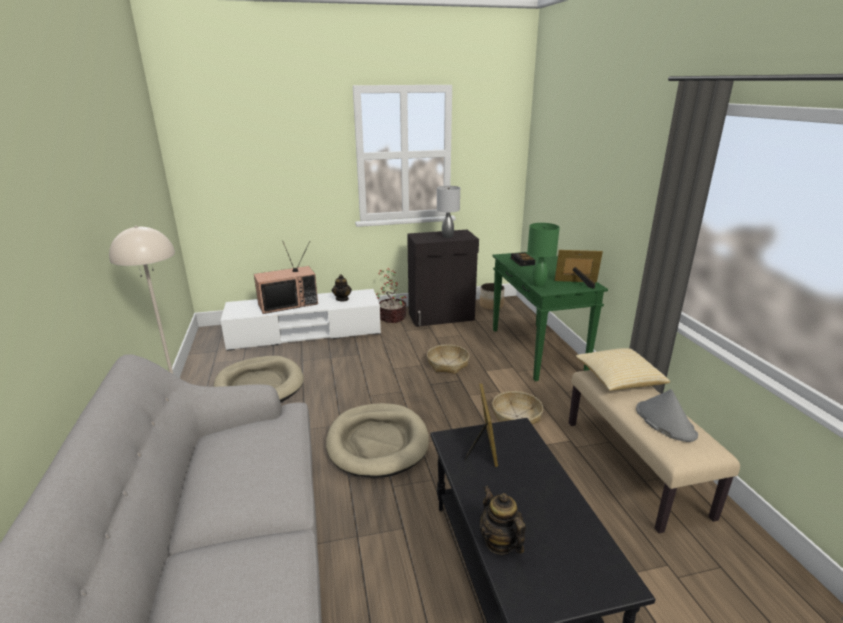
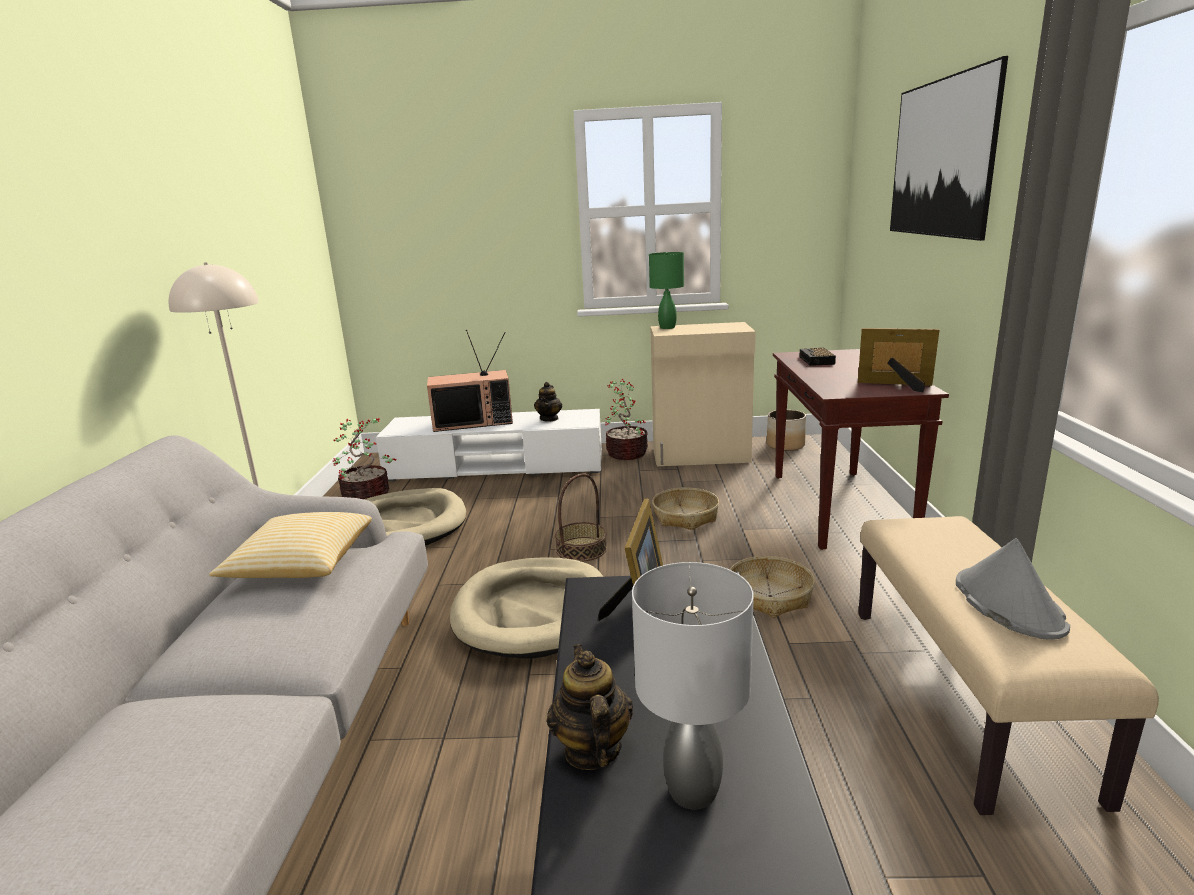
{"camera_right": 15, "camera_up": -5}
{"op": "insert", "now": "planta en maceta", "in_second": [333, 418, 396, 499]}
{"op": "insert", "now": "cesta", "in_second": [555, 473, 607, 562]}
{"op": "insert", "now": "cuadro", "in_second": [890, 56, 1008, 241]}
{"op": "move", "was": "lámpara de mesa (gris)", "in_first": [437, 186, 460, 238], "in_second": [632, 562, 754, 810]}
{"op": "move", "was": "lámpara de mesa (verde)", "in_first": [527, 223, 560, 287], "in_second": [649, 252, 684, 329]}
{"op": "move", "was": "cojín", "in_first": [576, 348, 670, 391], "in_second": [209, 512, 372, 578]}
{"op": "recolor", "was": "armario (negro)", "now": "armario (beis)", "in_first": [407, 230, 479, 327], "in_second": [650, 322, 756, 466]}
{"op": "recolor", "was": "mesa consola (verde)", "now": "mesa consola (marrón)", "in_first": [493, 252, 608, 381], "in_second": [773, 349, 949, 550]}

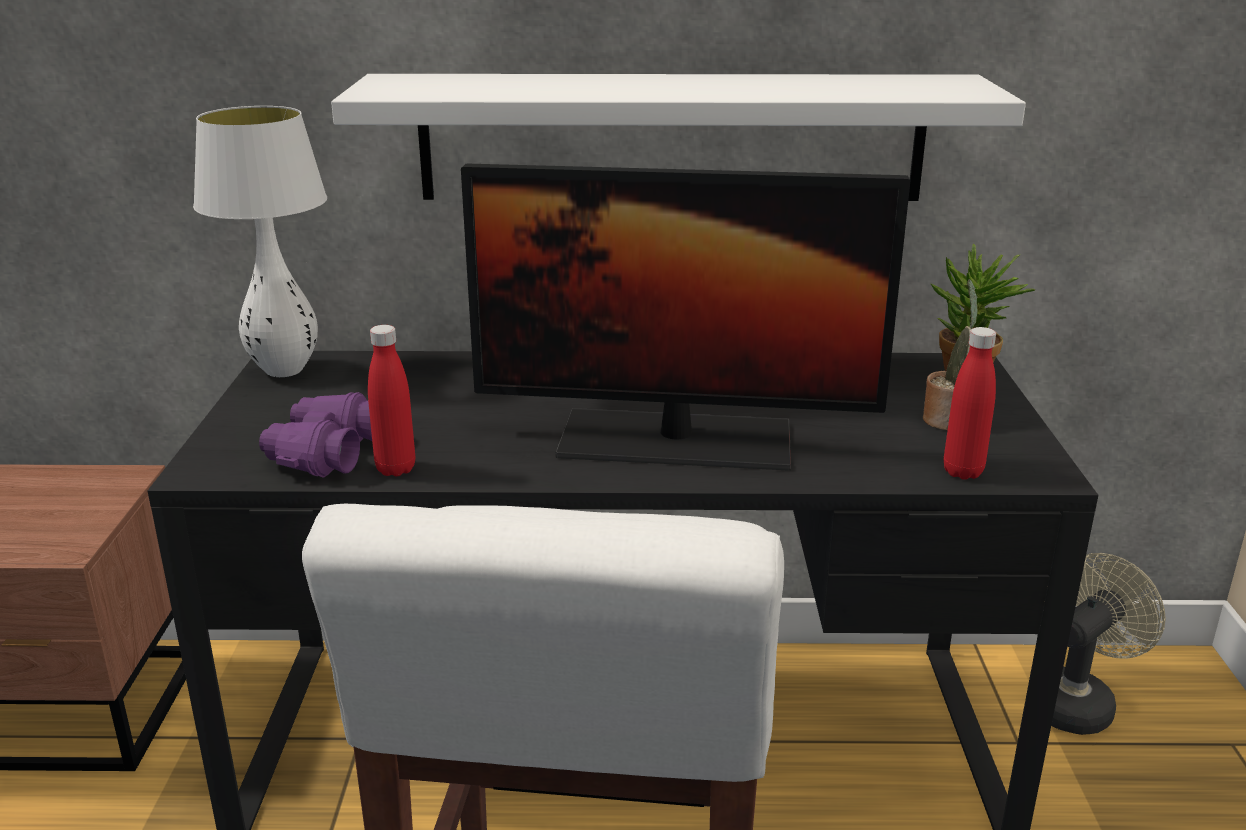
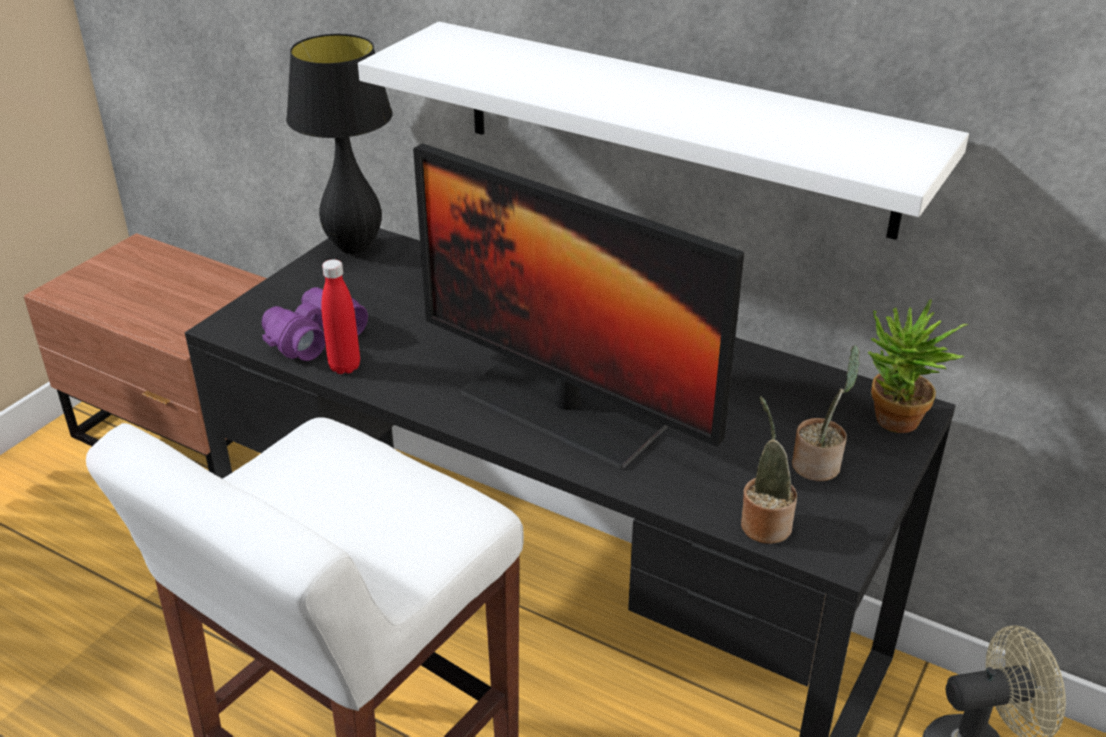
{"camera_right": 30, "camera_up": 10}
{"op": "replace", "was": "botella (rojo)", "now": "planta en maceta", "in_first": [944, 327, 996, 480], "in_second": [741, 396, 797, 544]}
{"op": "recolor", "was": "lámpara de mesa (blanco)", "now": "lámpara de mesa (negro)", "in_first": [193, 106, 327, 377], "in_second": [286, 34, 393, 254]}

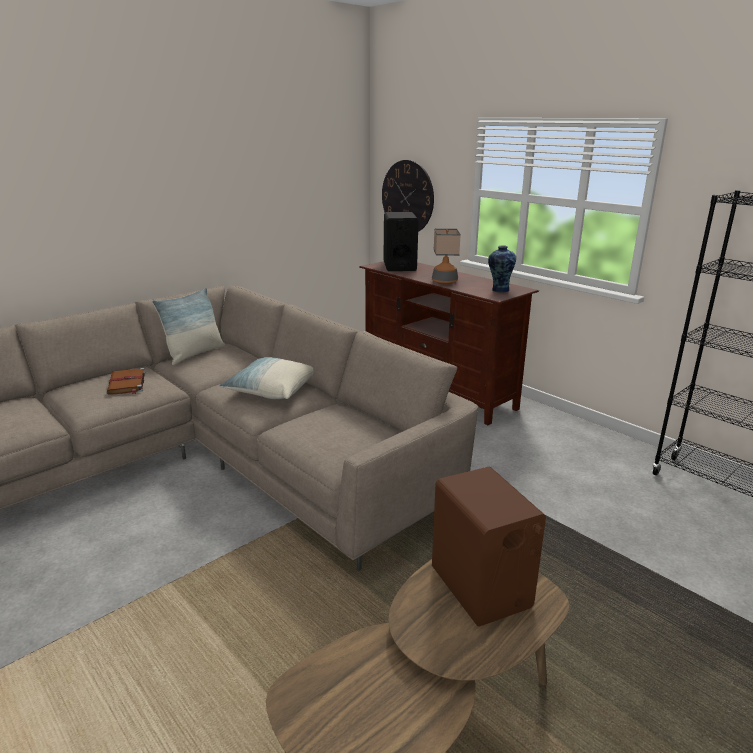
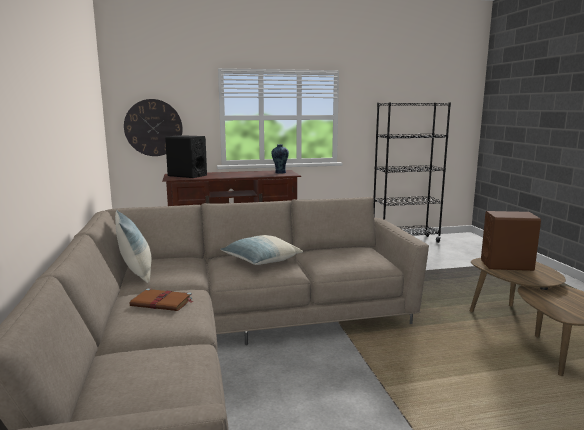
{"camera_right": -60, "camera_up": -10}
{"op": "delete", "was": "lámpara de mesa", "in_first": [432, 229, 461, 284]}

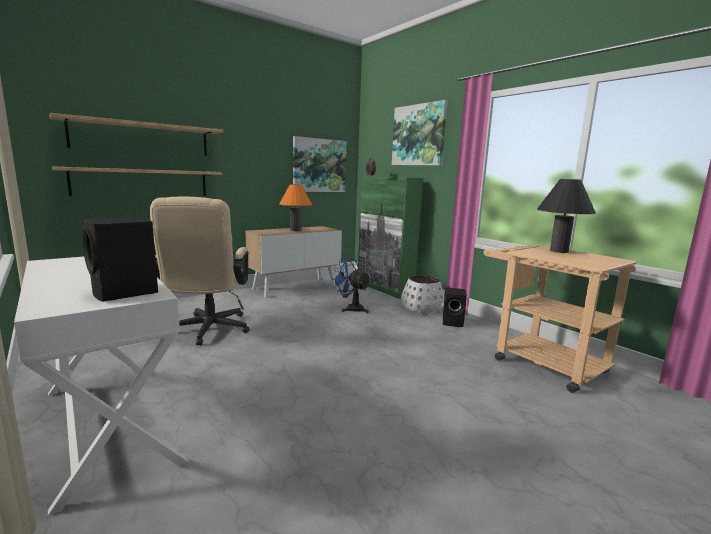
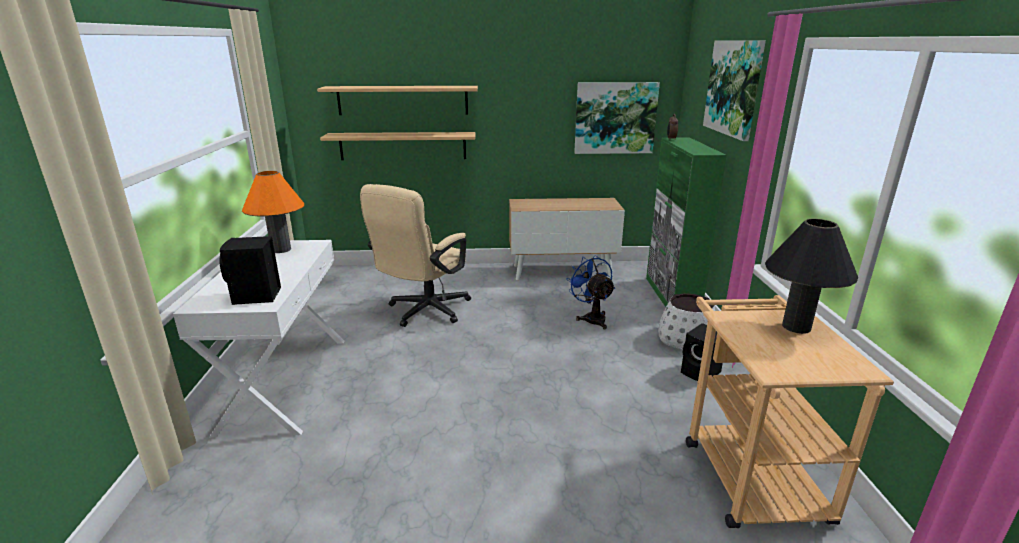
{"camera_right": 35, "camera_up": 10}
{"op": "move", "was": "lámpara de mesa (naranja)", "in_first": [279, 184, 312, 231], "in_second": [242, 171, 304, 253]}

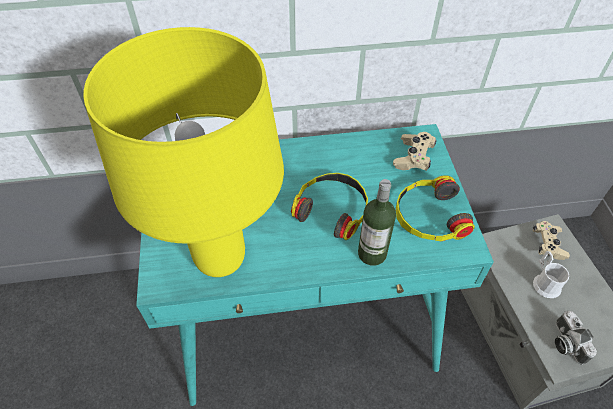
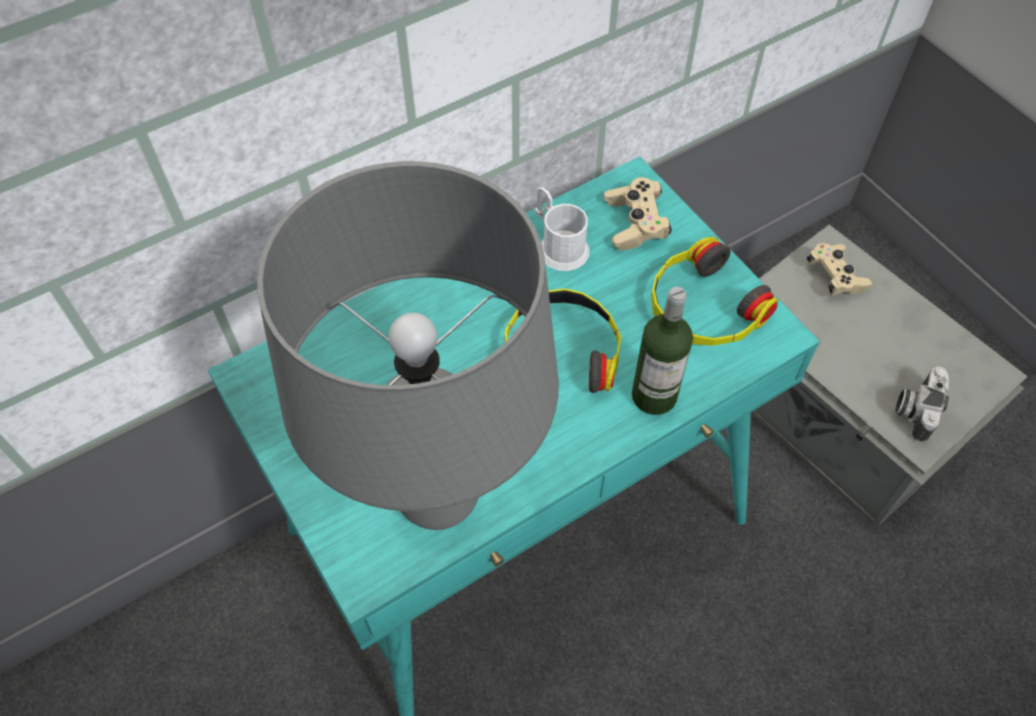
{"camera_right": -25, "camera_up": 5}
{"op": "move", "was": "taza grande (blanco)", "in_first": [533, 251, 569, 298], "in_second": [535, 187, 590, 271]}
{"op": "recolor", "was": "lámpara de mesa (amarillo)", "now": "lámpara de mesa (gris)", "in_first": [83, 27, 284, 277], "in_second": [257, 161, 559, 530]}
{"op": "rotate", "was": "cámara", "in_first": [555, 310, 597, 365], "in_second": [895, 366, 949, 443], "clockwise": 60}

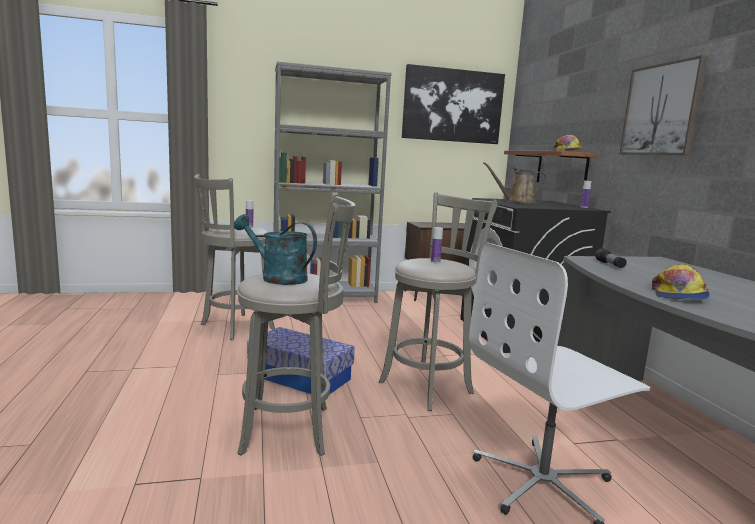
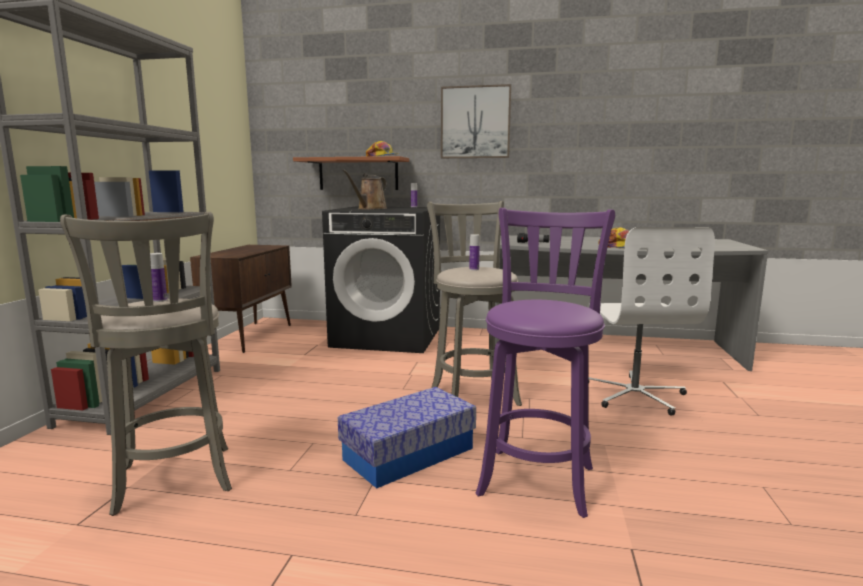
{"camera_right": -65, "camera_up": 0}
{"op": "delete", "was": "regadera (turquesa)", "in_first": [234, 214, 317, 285]}
{"op": "delete", "was": "cuadro", "in_first": [402, 64, 505, 144]}
{"op": "recolor", "was": "taburete (gris)", "now": "taburete (morado)", "in_first": [237, 194, 356, 456], "in_second": [476, 208, 615, 518]}

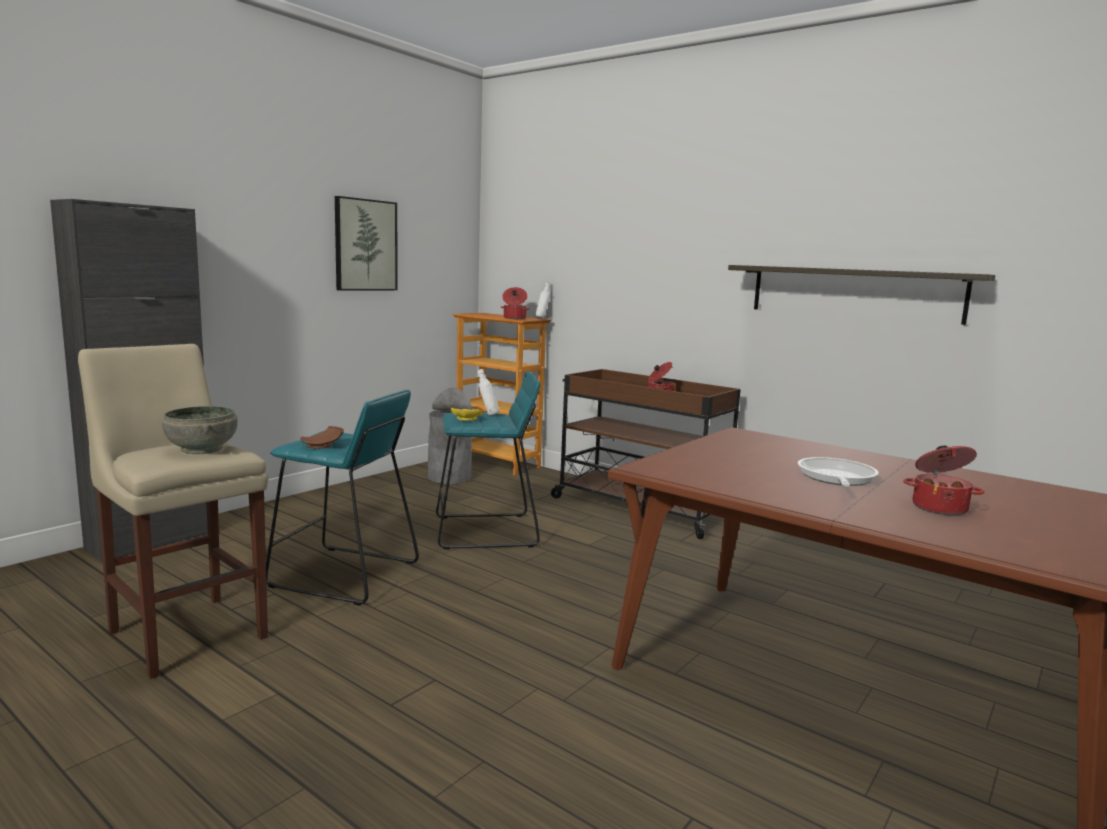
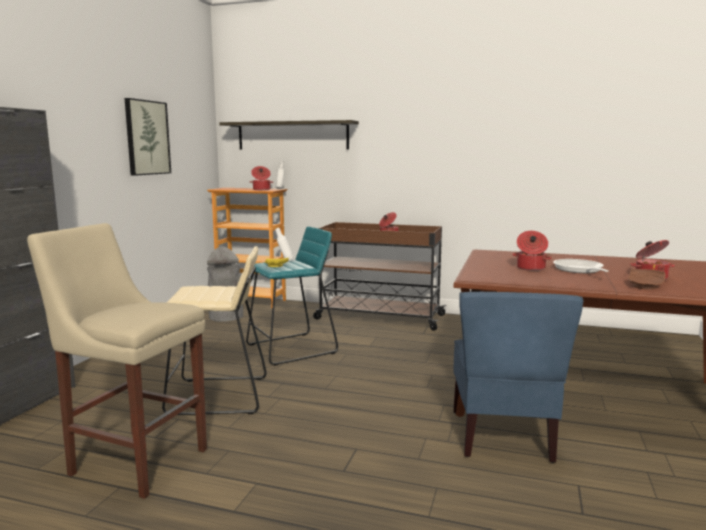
{"camera_right": -20, "camera_up": 0}
{"op": "delete", "was": "cuenco (gris)", "in_first": [162, 406, 238, 454]}
{"op": "insert", "now": "silla (azul)", "in_second": [453, 292, 584, 463]}
{"op": "insert", "now": "olla", "in_second": [512, 231, 552, 271]}
{"op": "move", "was": "plato (marrón)", "in_first": [300, 426, 344, 449], "in_second": [628, 269, 666, 290]}
{"op": "move", "was": "estante", "in_first": [728, 265, 995, 325], "in_second": [219, 120, 359, 149]}
{"op": "recolor", "was": "taburete (turquesa)", "now": "taburete (beis)", "in_first": [266, 390, 419, 606], "in_second": [162, 246, 267, 415]}

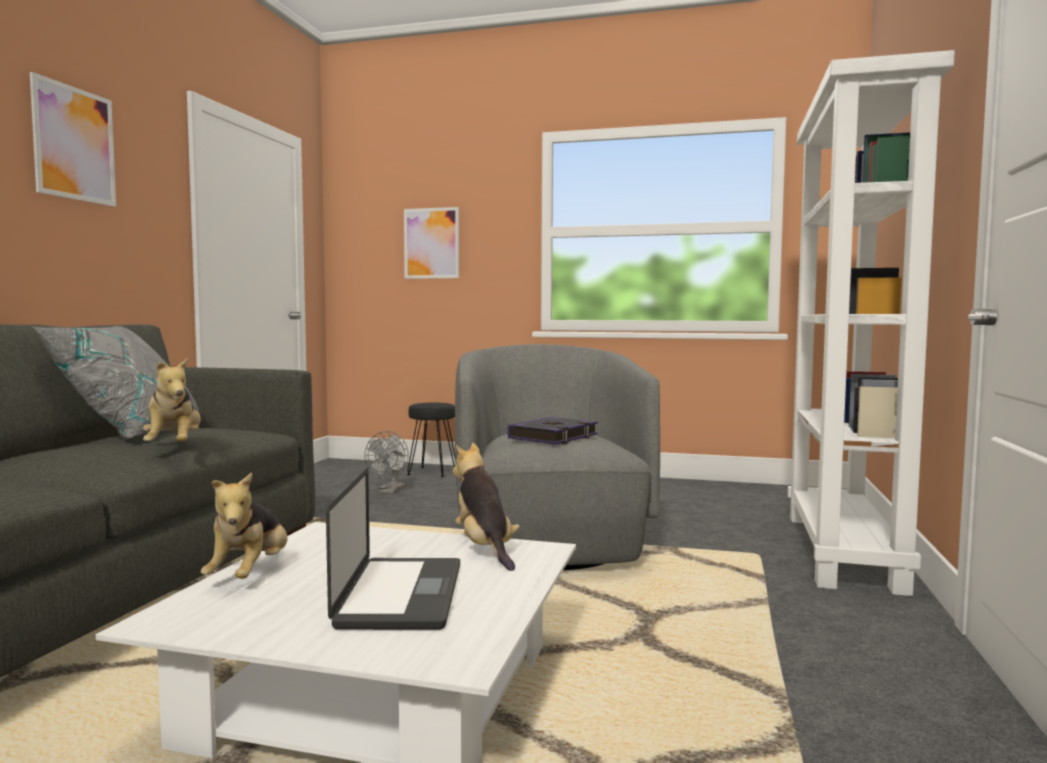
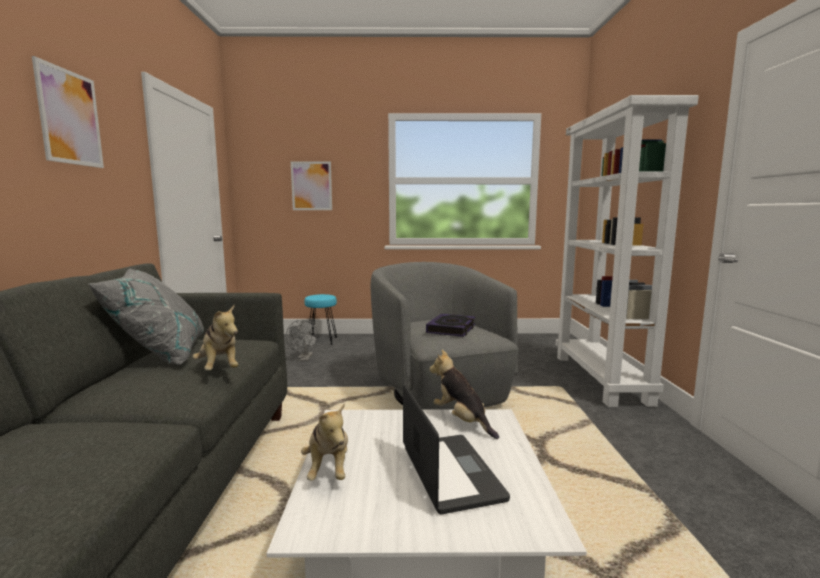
{"camera_right": -15, "camera_up": 5}
{"op": "recolor", "was": "taburete (negro)", "now": "taburete (turquesa)", "in_first": [407, 403, 455, 477], "in_second": [305, 294, 337, 345]}

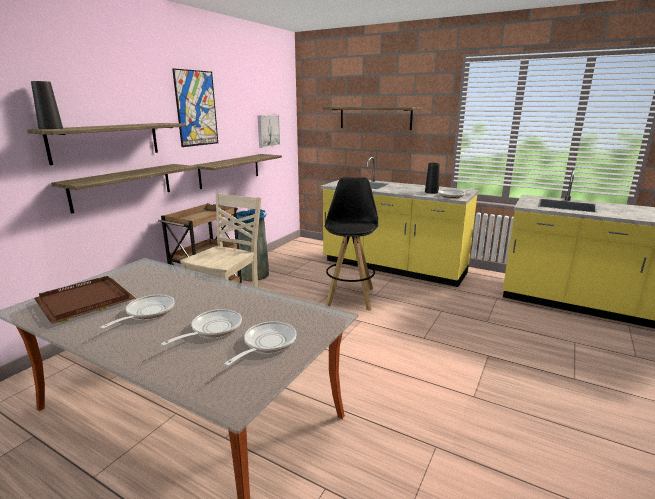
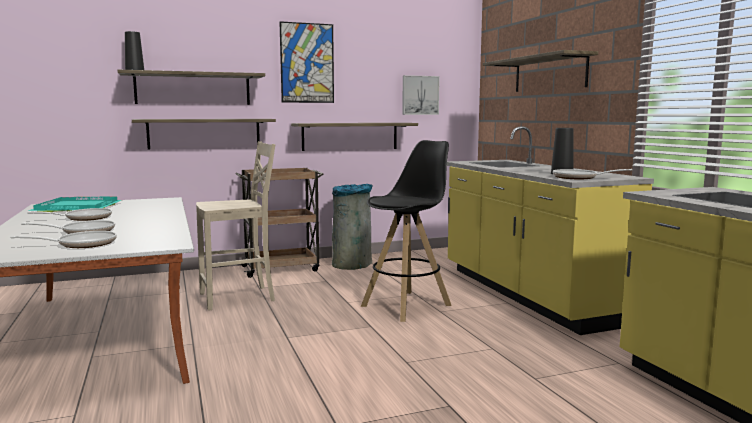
{"camera_right": 40, "camera_up": -10}
{"op": "recolor", "was": "bandeja (marrón)", "now": "bandeja (turquesa)", "in_first": [34, 276, 136, 324], "in_second": [28, 196, 122, 212]}

